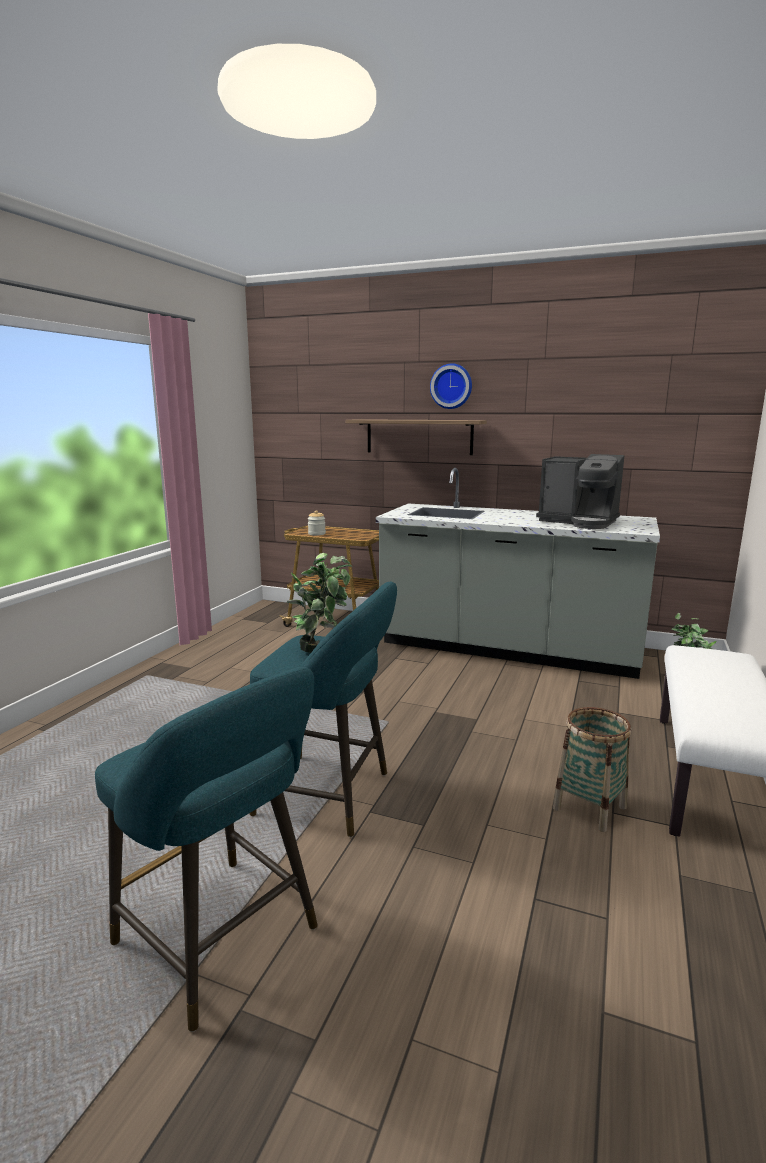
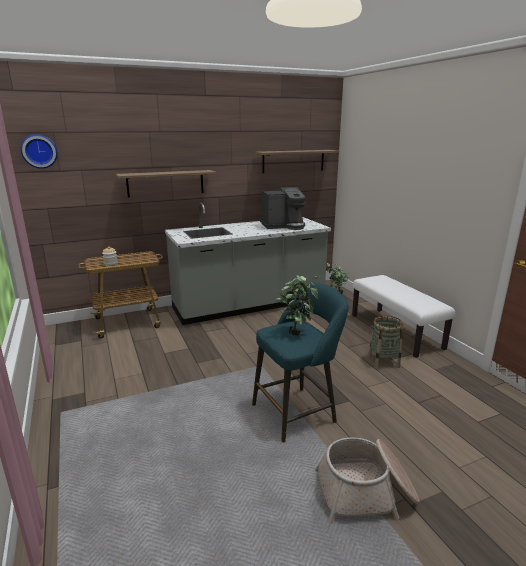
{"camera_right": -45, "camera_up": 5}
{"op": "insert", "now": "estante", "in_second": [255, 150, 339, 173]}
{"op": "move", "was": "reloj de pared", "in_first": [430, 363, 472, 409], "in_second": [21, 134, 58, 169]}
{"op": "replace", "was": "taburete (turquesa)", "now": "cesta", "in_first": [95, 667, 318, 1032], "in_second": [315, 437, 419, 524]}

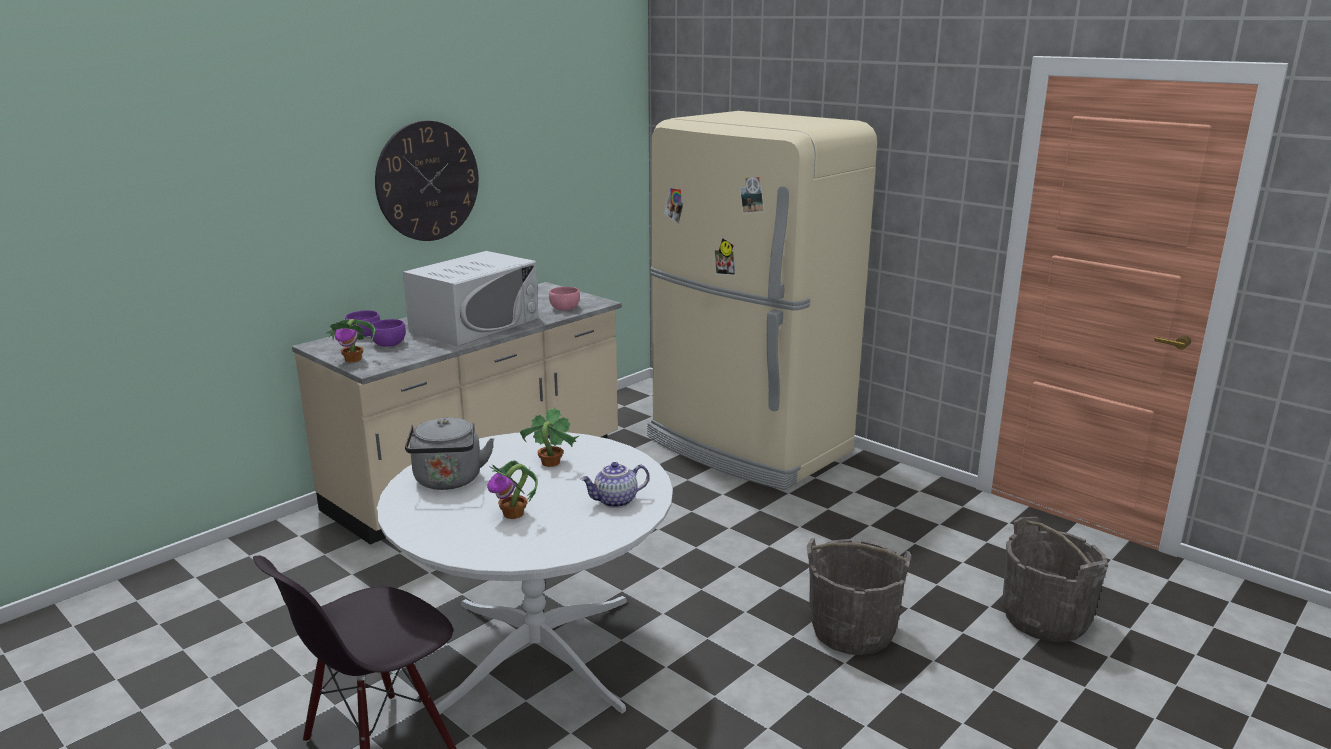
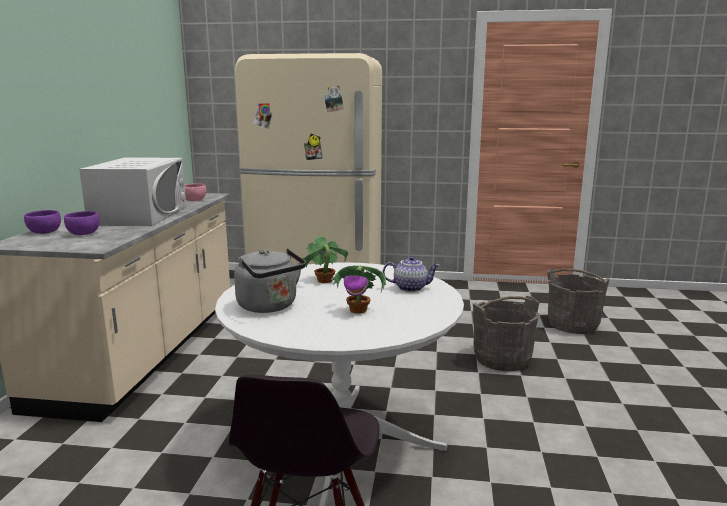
{"camera_right": -35, "camera_up": -5}
{"op": "delete", "was": "planta en maceta", "in_first": [325, 319, 375, 362]}
{"op": "delete", "was": "reloj de pared", "in_first": [375, 121, 479, 241]}
{"op": "rotate", "was": "tetera", "in_first": [580, 462, 650, 508], "in_second": [383, 256, 440, 292], "clockwise": -120}

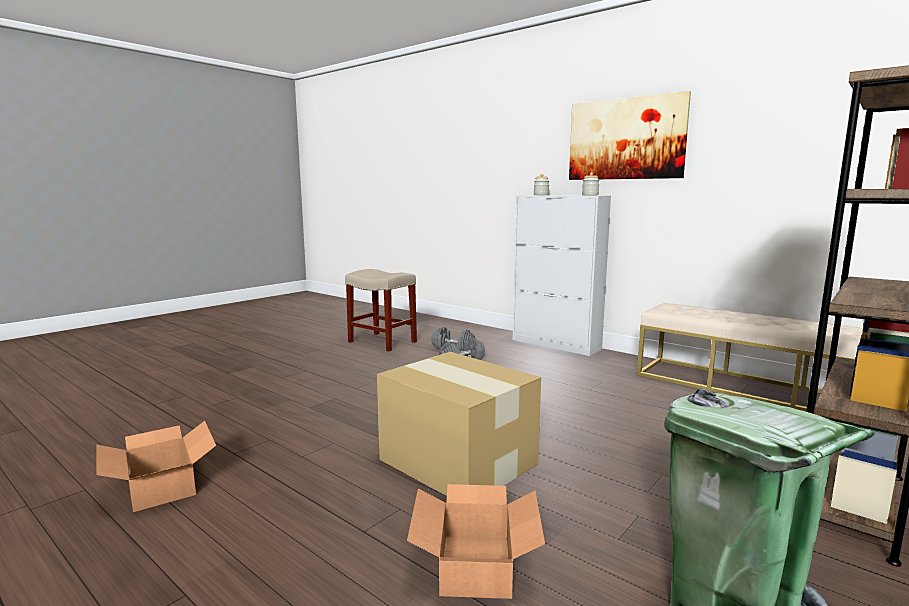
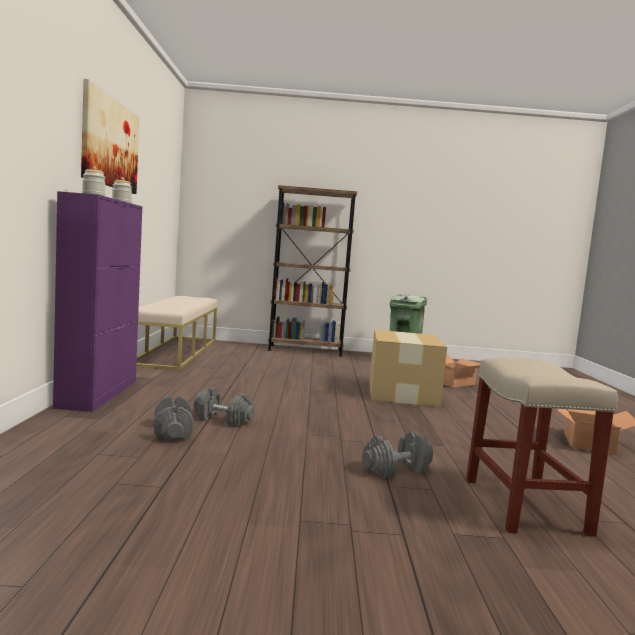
{"camera_right": -130, "camera_up": -5}
{"op": "insert", "now": "mancuerna (gris)", "in_second": [362, 432, 433, 478]}
{"op": "move", "was": "taburete (beis)", "in_first": [345, 269, 417, 351], "in_second": [466, 357, 618, 537]}
{"op": "recolor", "was": "armario (blanco)", "now": "armario (morado)", "in_first": [513, 195, 611, 356], "in_second": [53, 191, 142, 412]}

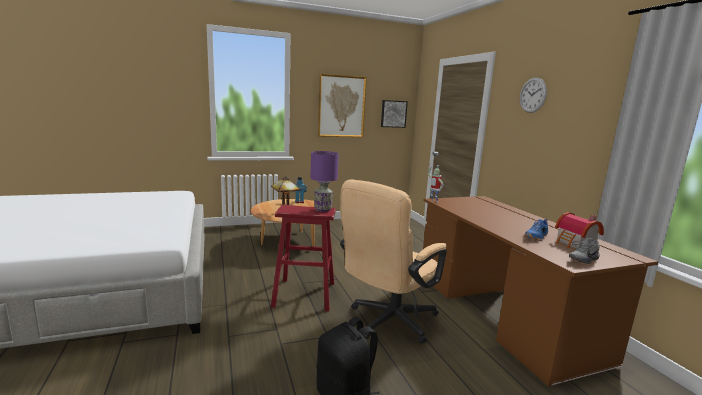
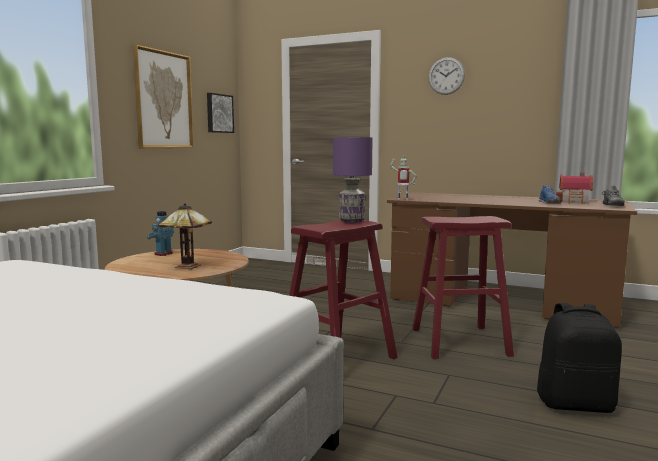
{"camera_right": -45, "camera_up": -5}
{"op": "replace", "was": "silla de oficina (beis)", "now": "taburete (rojo)", "in_first": [340, 180, 447, 344], "in_second": [412, 216, 514, 359]}

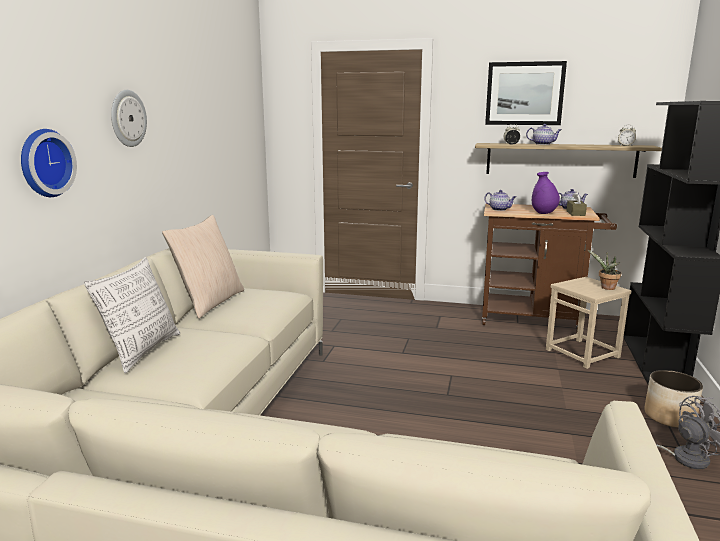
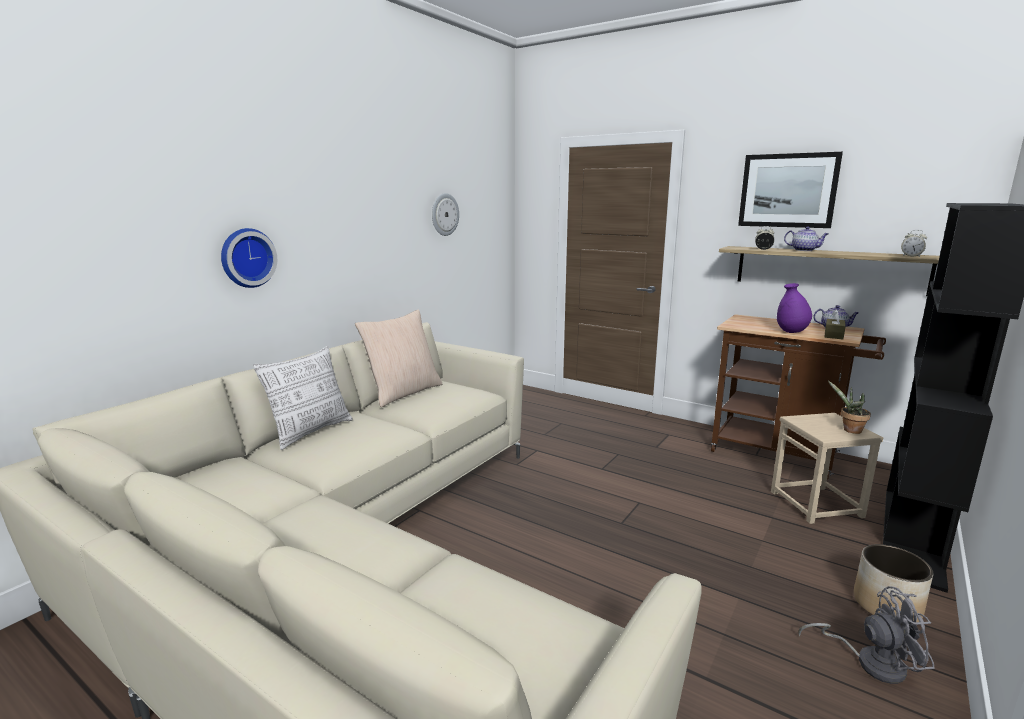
{"camera_right": 20, "camera_up": 0}
{"op": "delete", "was": "tetera", "in_first": [484, 190, 516, 211]}
{"op": "move", "was": "reloj de pared", "in_first": [111, 90, 147, 147], "in_second": [432, 193, 459, 236]}

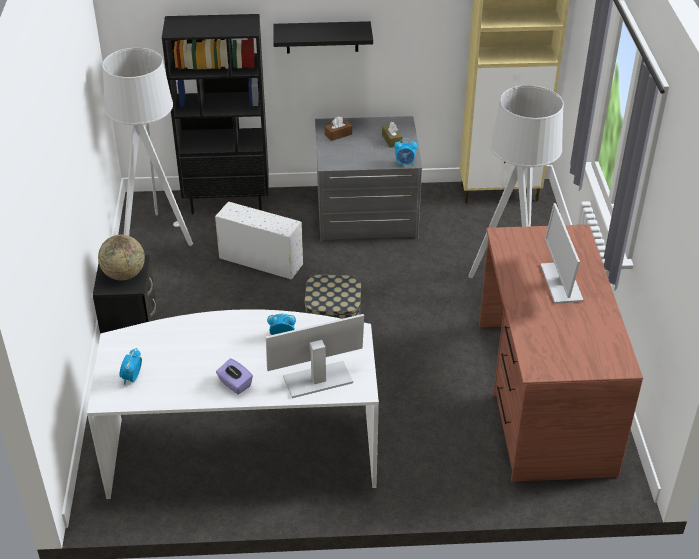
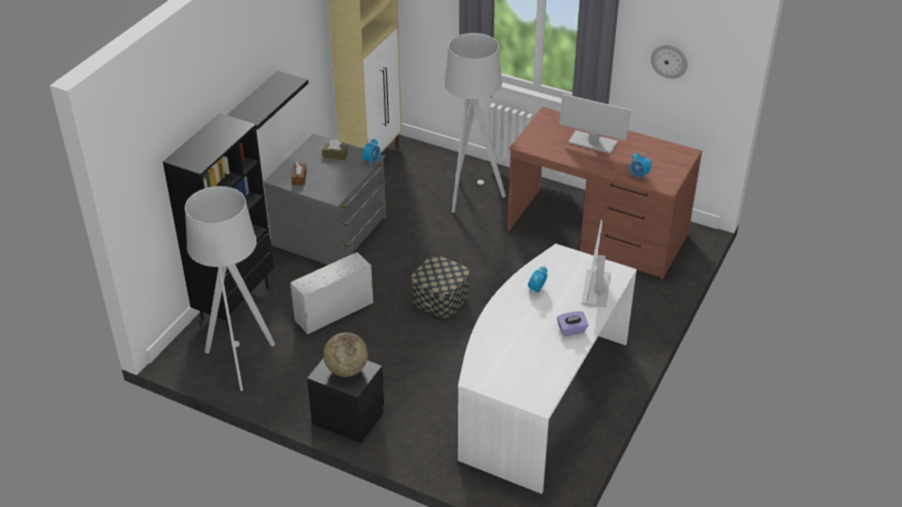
{"camera_right": -60, "camera_up": 0}
{"op": "insert", "now": "reloj de pared", "in_second": [651, 45, 688, 79]}
{"op": "move", "was": "despertador", "in_first": [120, 348, 142, 385], "in_second": [630, 153, 652, 180]}

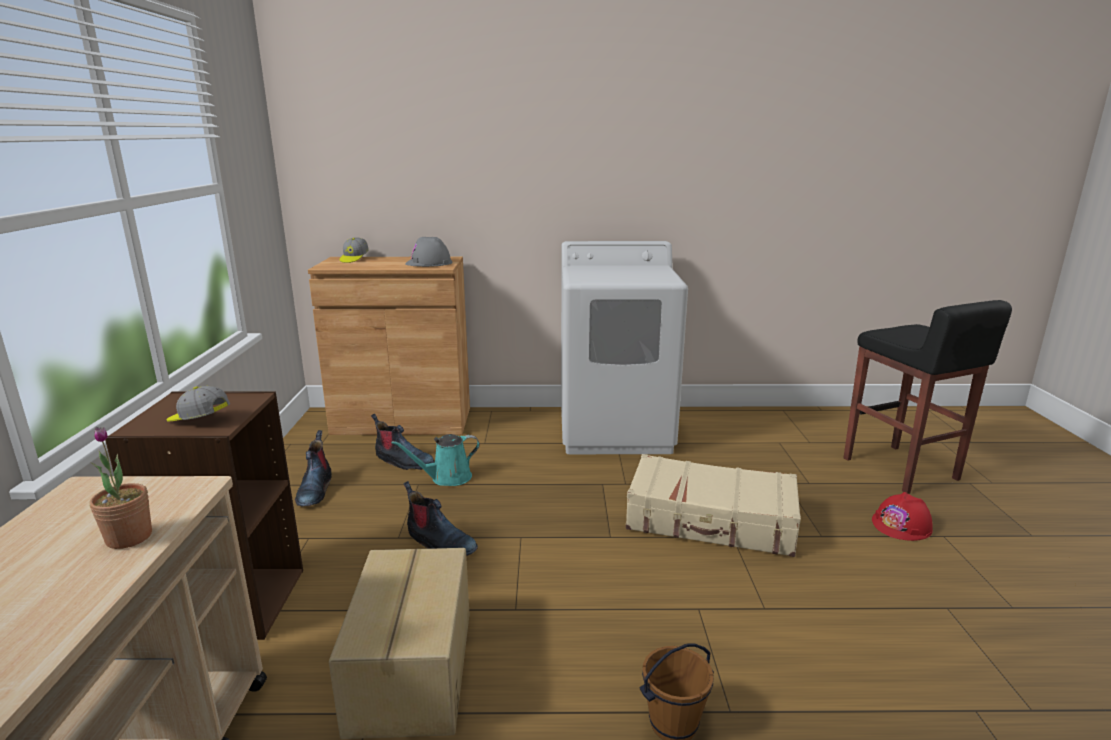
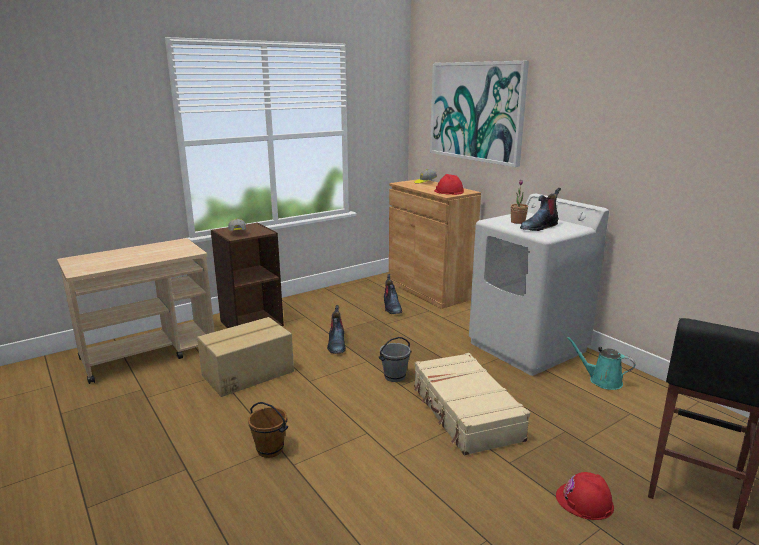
{"camera_right": 55, "camera_up": 0}
{"op": "insert", "now": "cubo (gris)", "in_second": [379, 337, 411, 382]}
{"op": "insert", "now": "cuadro", "in_second": [430, 61, 529, 167]}
{"op": "move", "was": "planta en maceta", "in_first": [89, 427, 152, 549], "in_second": [511, 179, 528, 224]}
{"op": "move", "was": "bota", "in_first": [295, 430, 332, 507], "in_second": [520, 188, 561, 231]}
{"op": "move", "was": "regadera (turquesa)", "in_first": [391, 434, 480, 486], "in_second": [566, 336, 635, 390]}
{"op": "recolor", "was": "casco (gris)", "now": "casco (rojo)", "in_first": [405, 237, 453, 267], "in_second": [434, 174, 464, 195]}

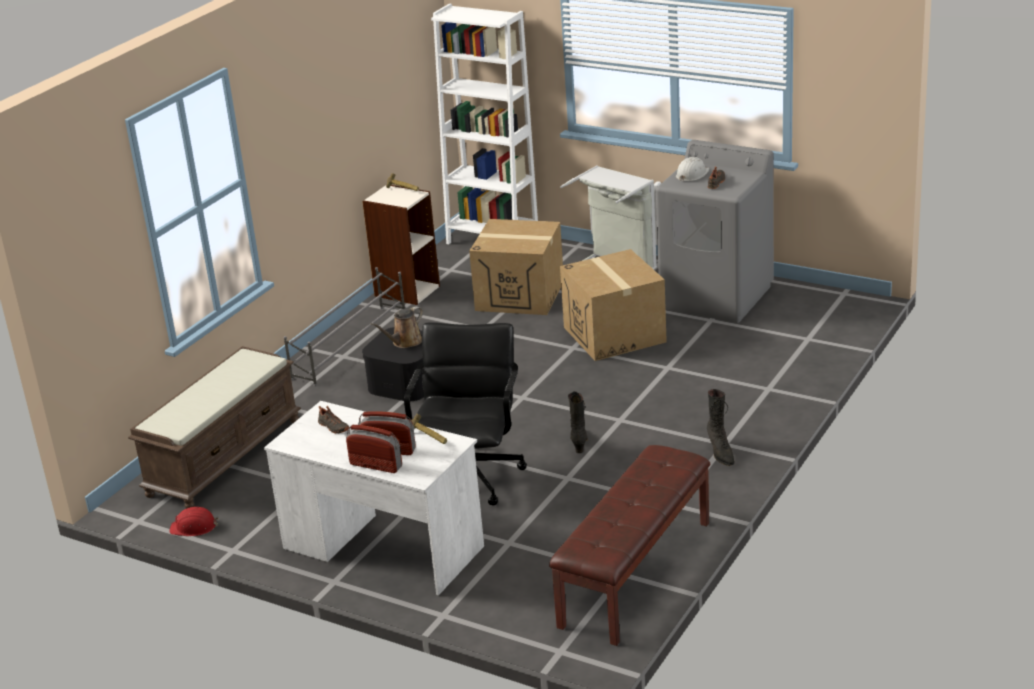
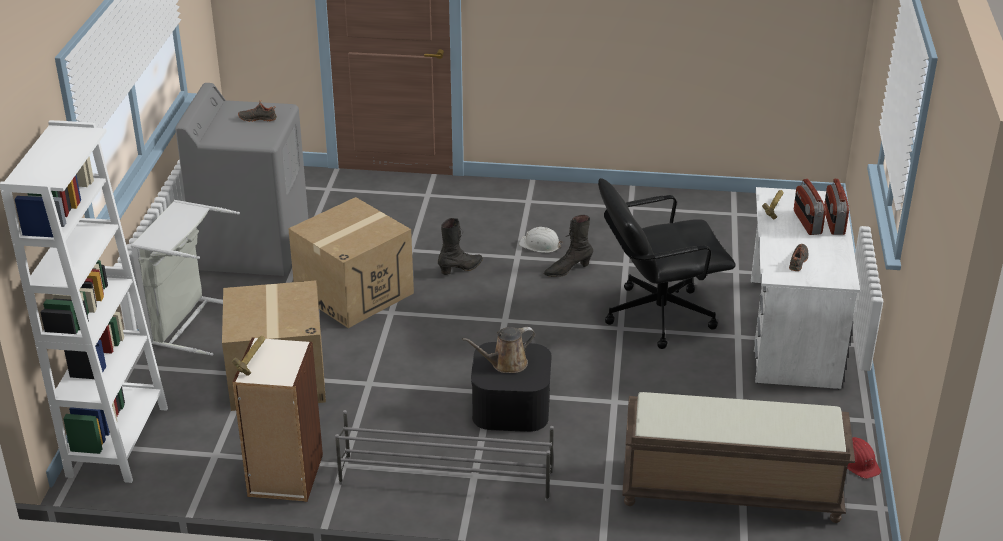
{"camera_right": -115, "camera_up": 5}
{"op": "delete", "was": "banco (marrón)", "in_first": [549, 445, 710, 646]}
{"op": "move", "was": "casco (blanco)", "in_first": [676, 157, 710, 182], "in_second": [519, 227, 563, 253]}
{"op": "move", "was": "bota (negro)", "in_first": [707, 389, 734, 466], "in_second": [438, 218, 483, 275]}
{"op": "rotate", "was": "regadera (marrón)", "in_first": [371, 306, 423, 348], "in_second": [462, 327, 535, 373], "clockwise": 135}

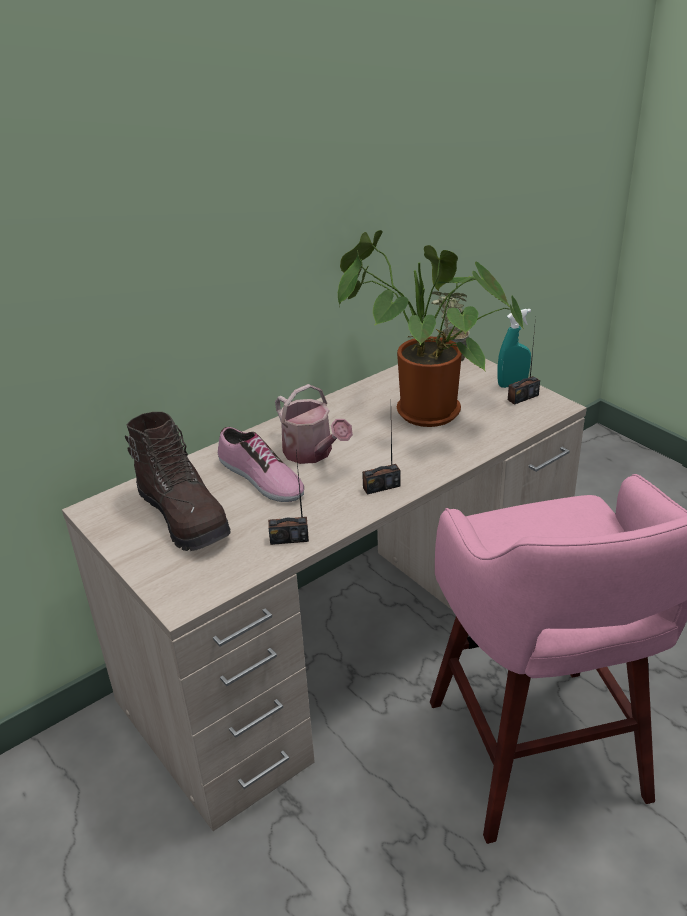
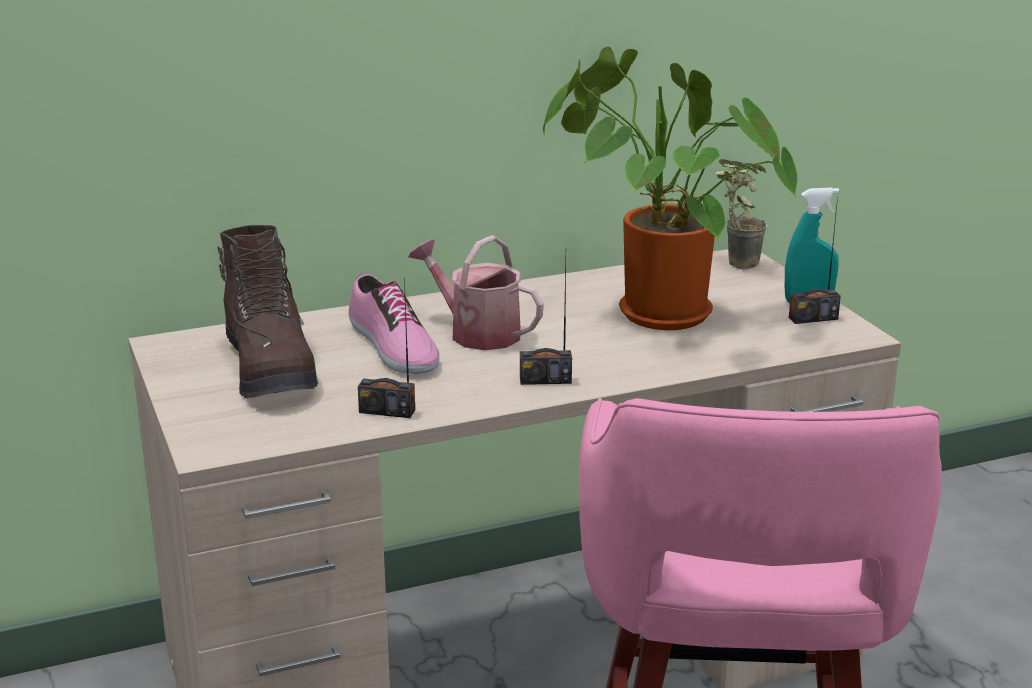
{"camera_right": 15, "camera_up": -10}
{"op": "rotate", "was": "regadera", "in_first": [275, 384, 353, 464], "in_second": [408, 235, 544, 350], "clockwise": 150}

